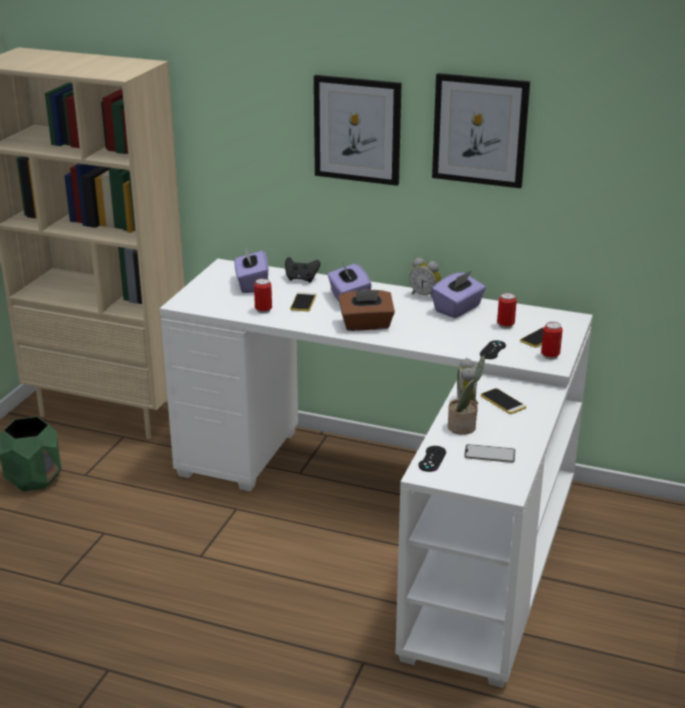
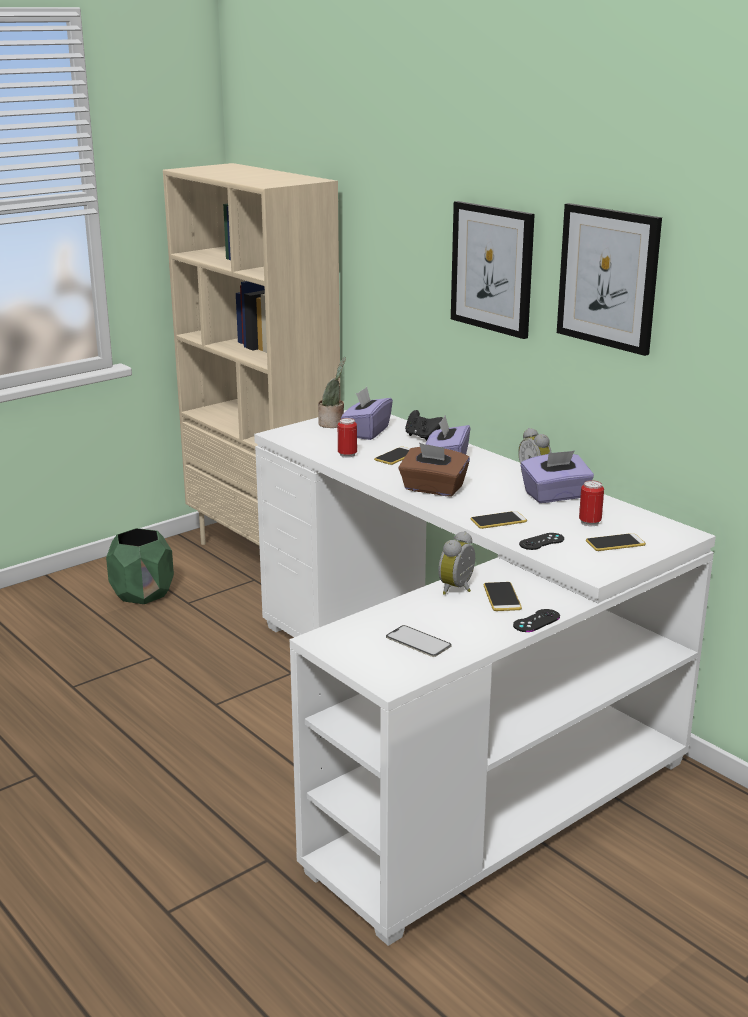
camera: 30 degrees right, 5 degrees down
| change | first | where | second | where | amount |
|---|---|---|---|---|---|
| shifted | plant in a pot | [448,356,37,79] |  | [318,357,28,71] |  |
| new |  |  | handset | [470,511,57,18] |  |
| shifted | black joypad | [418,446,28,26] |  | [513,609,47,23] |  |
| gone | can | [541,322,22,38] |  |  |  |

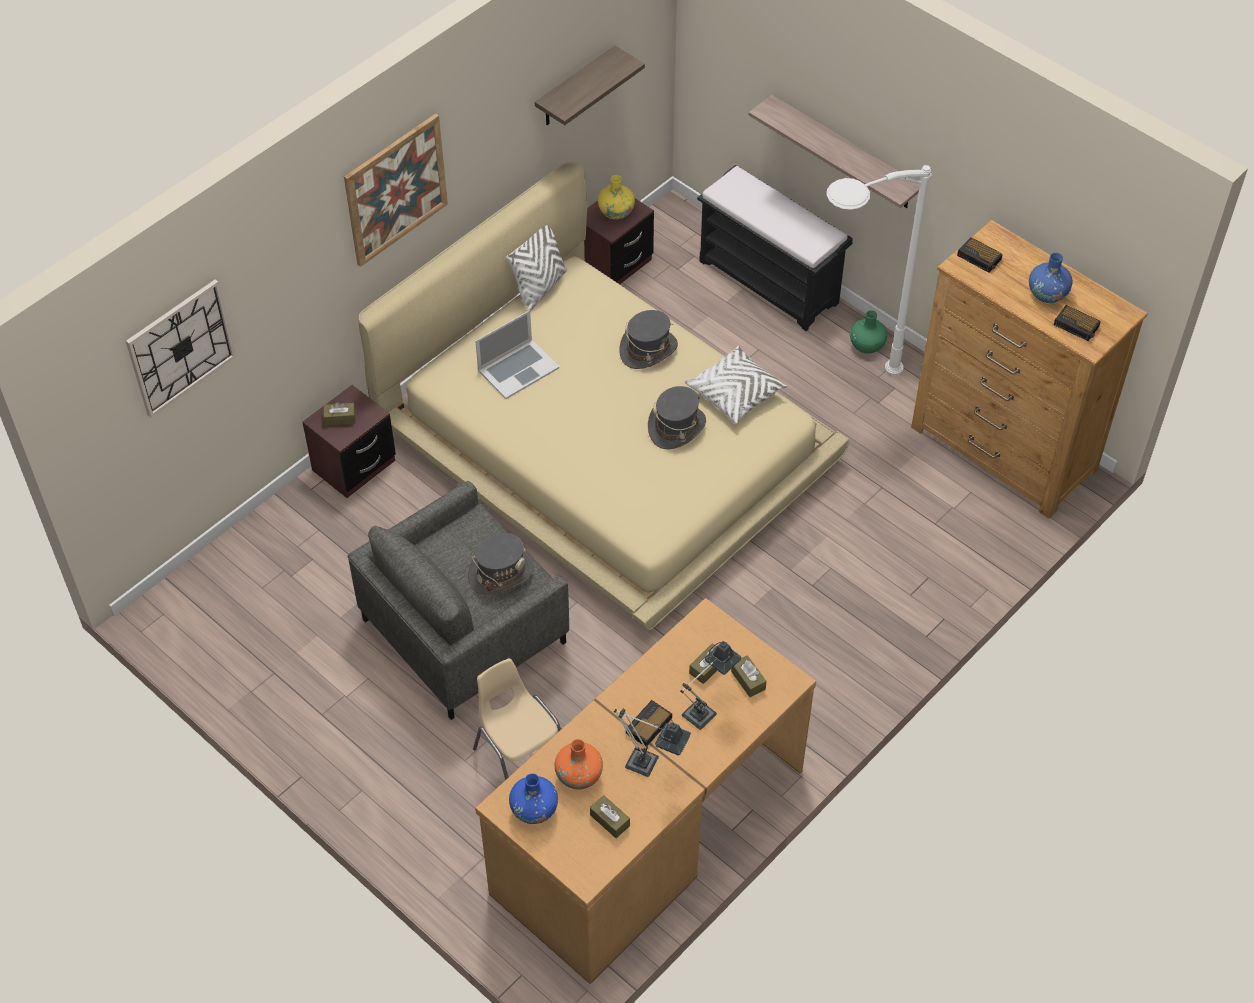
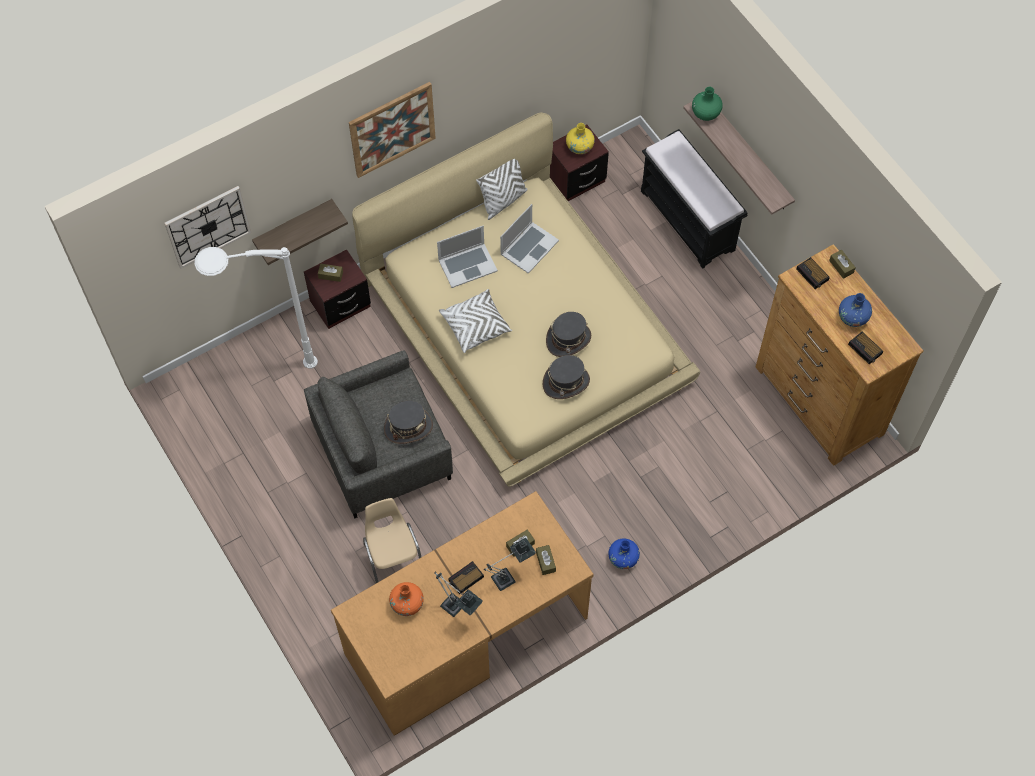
camera: 15 degrees right, 10 degrees up
| change | first | where | second | where | amount |
|---|---|---|---|---|---|
| shifted | whitish floor lamp | [827,165,104,210] |  | [194,247,124,122] |  |
| shifted | wall shelf | [535,46,110,79] |  | [252,199,96,66] |  |
| shifted | whitish pillow | [685,346,102,78] |  | [439,289,73,64] |  |
| new |  |  | notebook computer | [500,204,59,70] |  |
| shifted | greyish clothing hat | [619,310,59,59] |  | [543,355,47,44] |  |
| shifted | blue flower vase | [509,773,49,51] |  | [608,538,32,31] |  |
| shifted | green flower vase | [850,310,37,44] |  | [692,87,31,34] |  |
| shifted | brown-coloured tissue box | [590,795,40,43] |  | [829,250,27,29] |  |

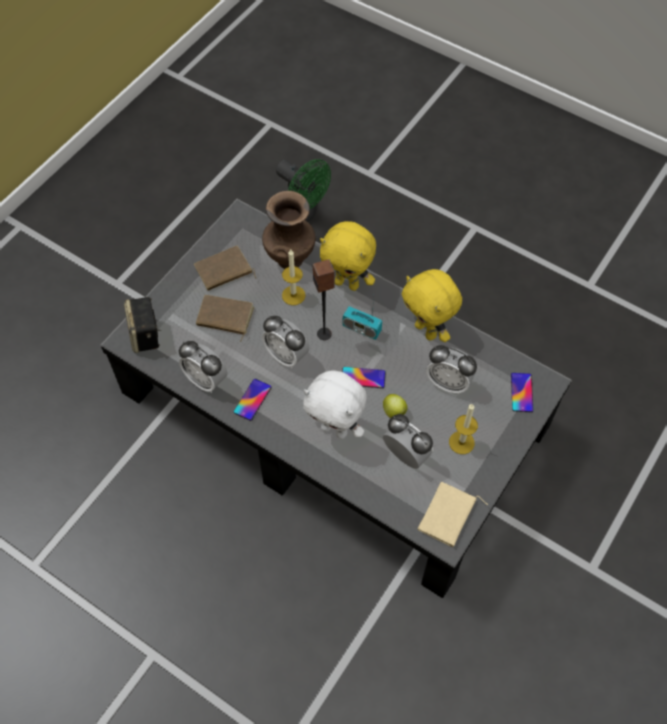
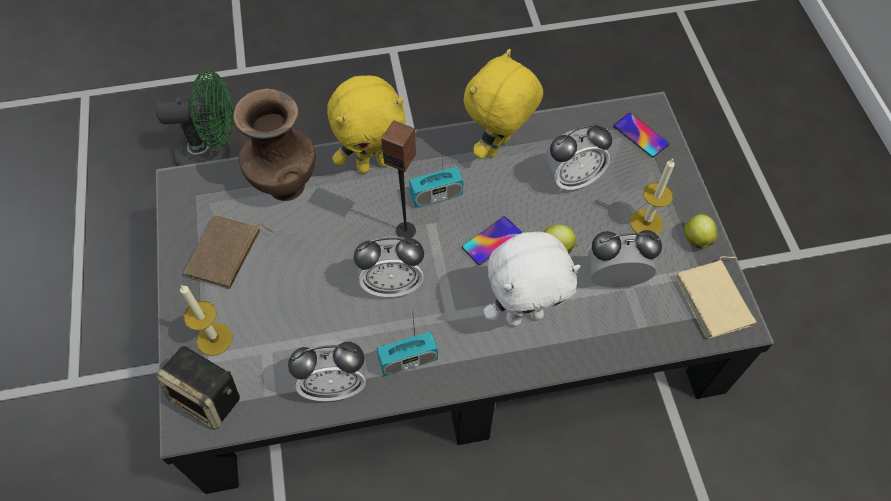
camera: 45 degrees left, 0 degrees up
| change | first | where | second | where | amount |
|---|---|---|---|---|---|
| shifted | wax candle | [282,250,23,55] |  | [180,284,53,72] |  |
| swapped | handset | [233,379,39,42] | radio | [377,310,61,66] |  |
| rotated | yellow plush toy | [402,269,60,73] |  | [464,49,79,110] | 120 degrees clockwise |
| new |  |  | apple | [684,214,34,35] |  |
| gone | brown-coloured book | [196,295,58,47] |  |  |  |

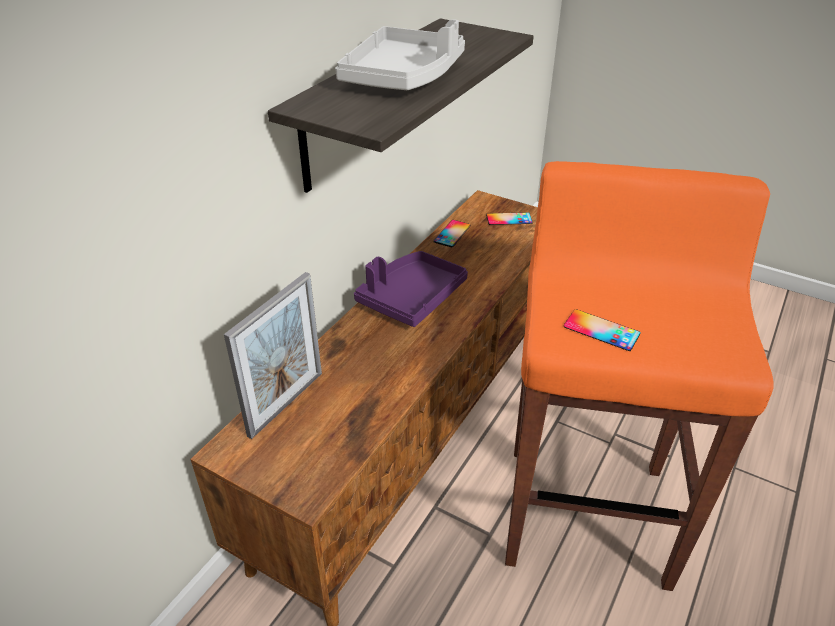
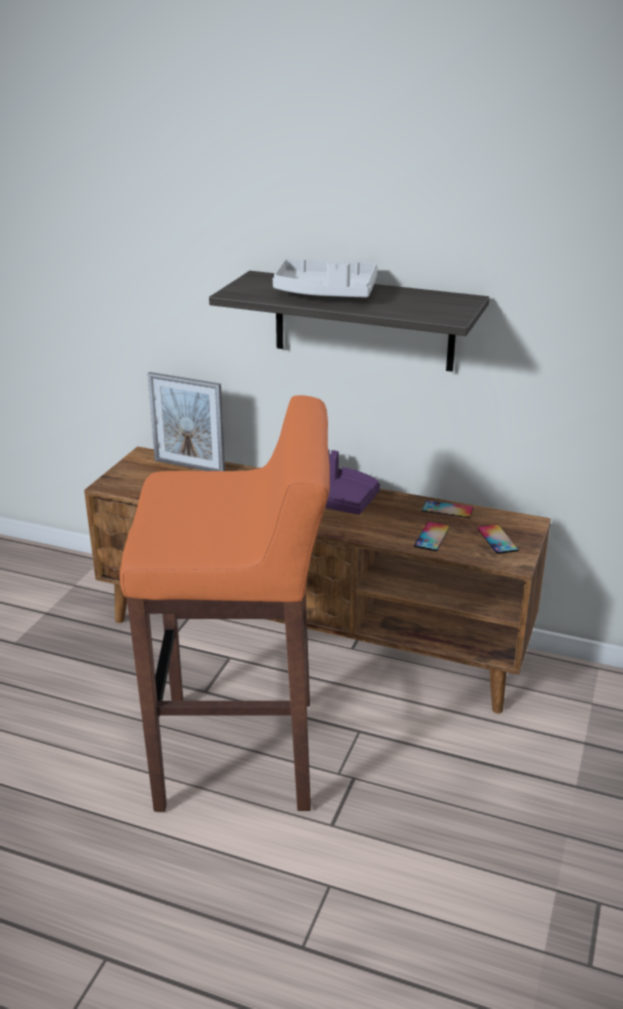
camera: 80 degrees right, 10 degrees down
| change | first | where | second | where | amount |
|---|---|---|---|---|---|
| shifted | handset | [564,309,77,42] |  | [414,522,36,29] |  |

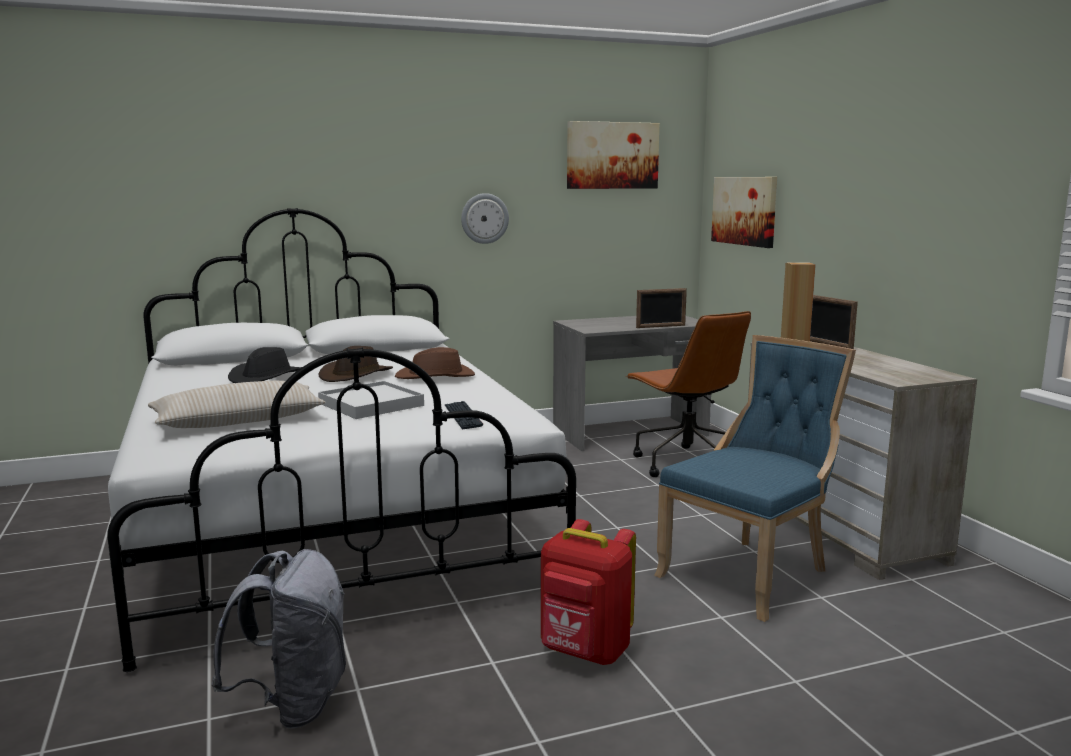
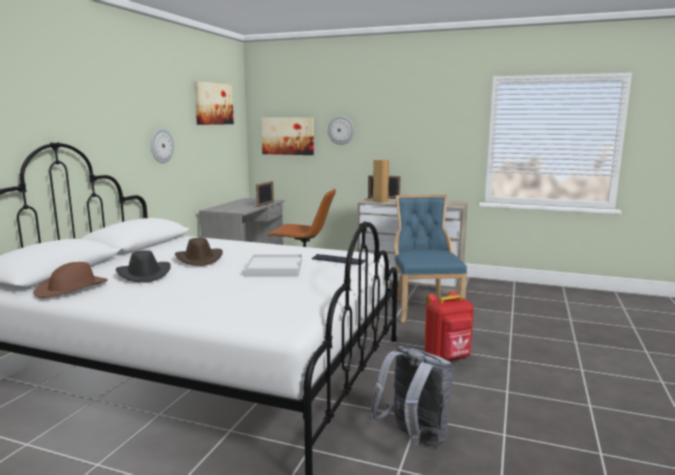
camera: 50 degrees left, 0 degrees up
| change | first | where | second | where | amount |
|---|---|---|---|---|---|
| shifted | brown-coloured clothing hat | [395,347,80,32] |  | [33,262,75,36] |  |
| new |  |  | hanging clock | [328,116,26,29] |  |
| gone | sand-coloured pillow | [148,381,178,47] |  |  |  |

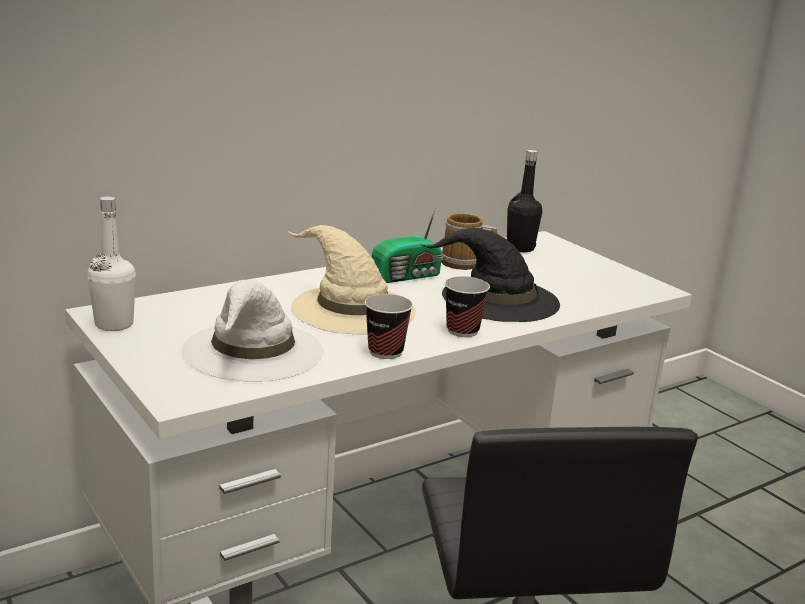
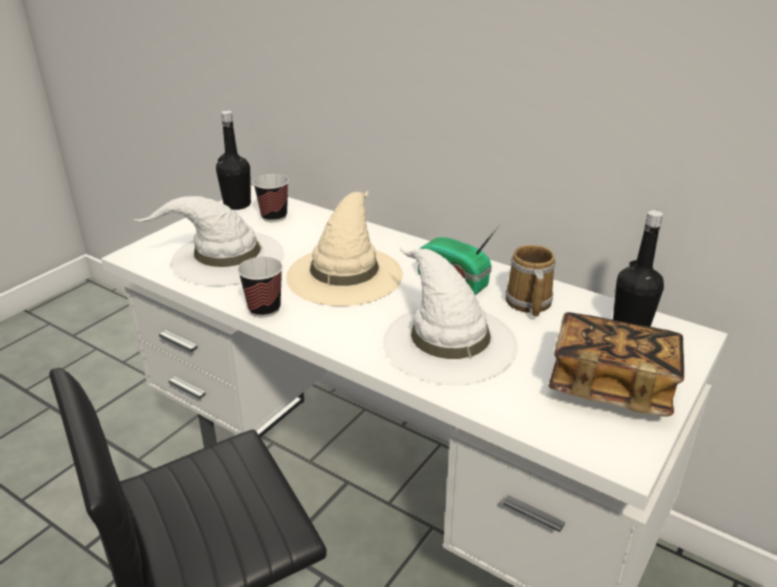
camera: 70 degrees right, 10 degrees up
| change | first | where | second | where | amount |
|---|---|---|---|---|---|
| repainted | whitish drink bottle | [87,196,49,135] | black drink bottle | [216,111,35,99] |  |
| shifted | cup | [445,276,45,61] |  | [253,174,36,48] |  |
| repainted | black clothing hat | [422,228,138,94] | whitish clothing hat | [383,247,135,138] |  |
| new |  |  | book | [548,312,136,104] |  |

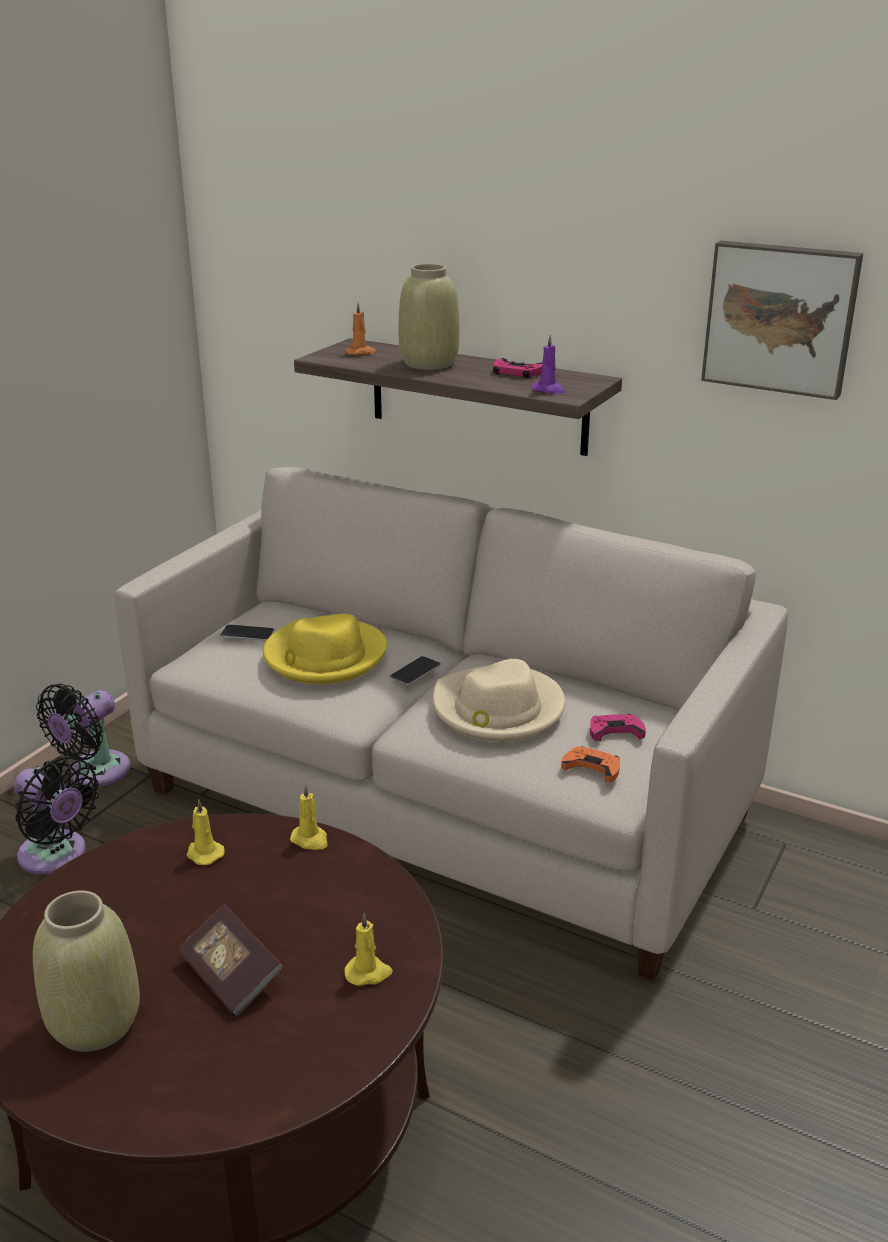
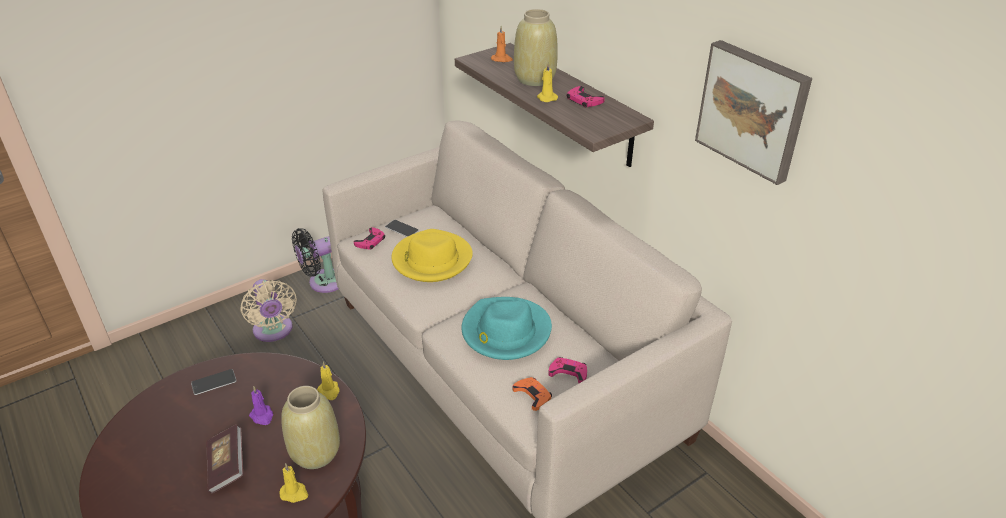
camera: 25 degrees right, 10 degrees up
| change | first | where | second | where | amount |
|---|---|---|---|---|---|
| shifted | handset | [389,656,52,29] |  | [191,369,45,26] |  |
| repainted | black cooling fan | [14,757,85,118] | sand-coloured cooling fan | [240,279,57,63] |  |
| shifted | purplish wax candle | [532,334,33,60] |  | [249,386,24,39] |  |
| shifted | sand-coloured flower vase | [33,890,107,162] |  | [281,386,59,83] |  |
| new |  |  | pink-coloured joypad | [354,227,31,23] |  |
| repainted | sand-coloured clothing hat | [433,659,132,83] | blue-green clothing hat | [462,297,90,63] |  |
| shifted | yellow wax candle | [186,799,39,66] |  | [537,62,21,40] |  |

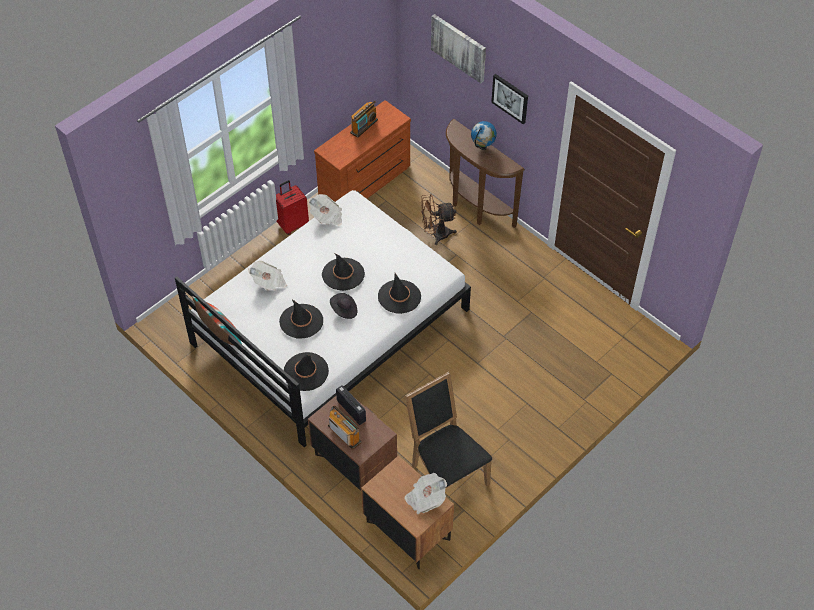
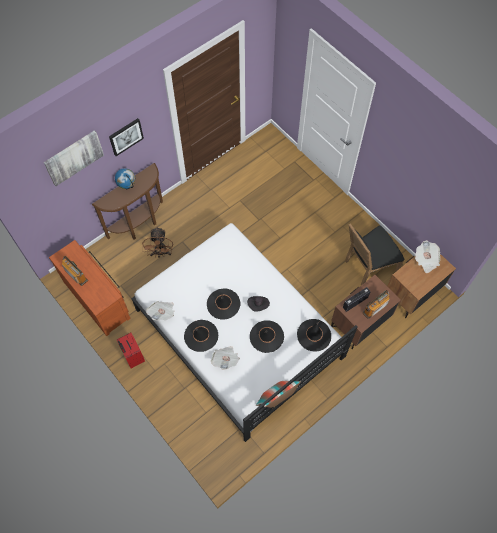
camera: 85 degrees left, 10 degrees up
| change | first | where | second | where | amount |
|---|---|---|---|---|---|
| shifted | black clothing hat | [378,273,43,41] |  | [184,320,34,32] |  |

